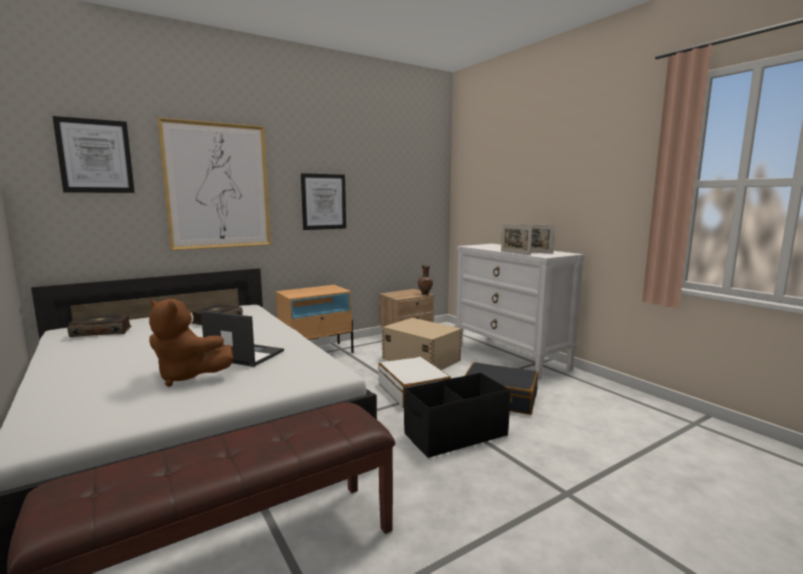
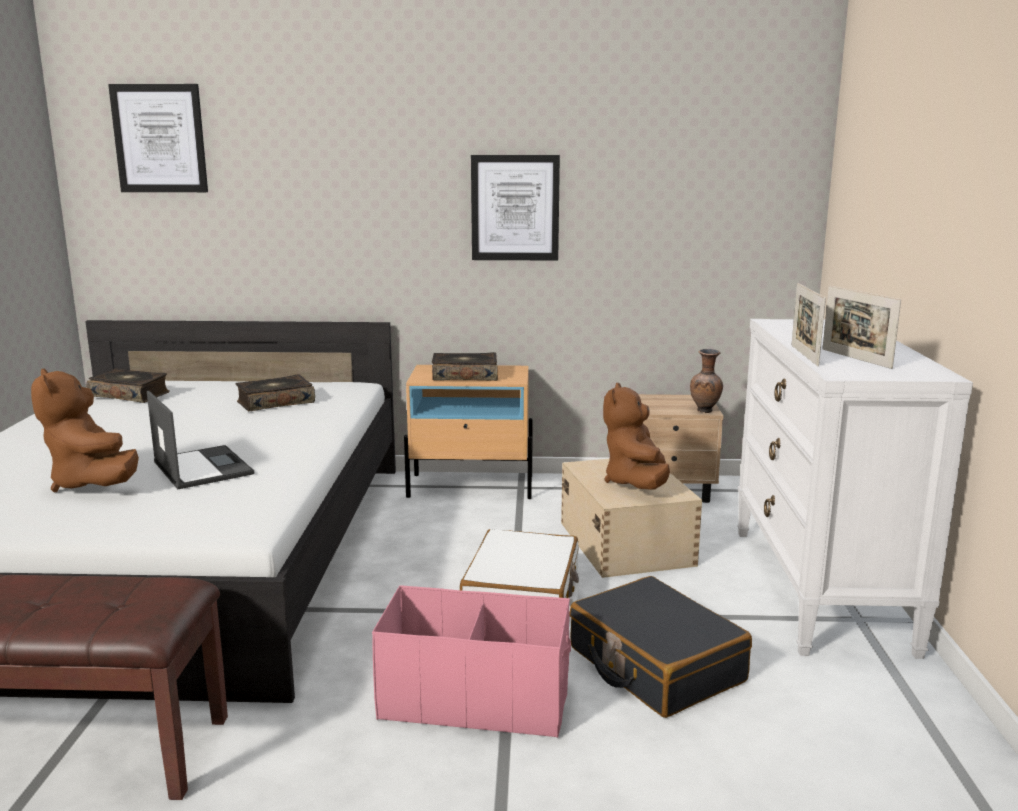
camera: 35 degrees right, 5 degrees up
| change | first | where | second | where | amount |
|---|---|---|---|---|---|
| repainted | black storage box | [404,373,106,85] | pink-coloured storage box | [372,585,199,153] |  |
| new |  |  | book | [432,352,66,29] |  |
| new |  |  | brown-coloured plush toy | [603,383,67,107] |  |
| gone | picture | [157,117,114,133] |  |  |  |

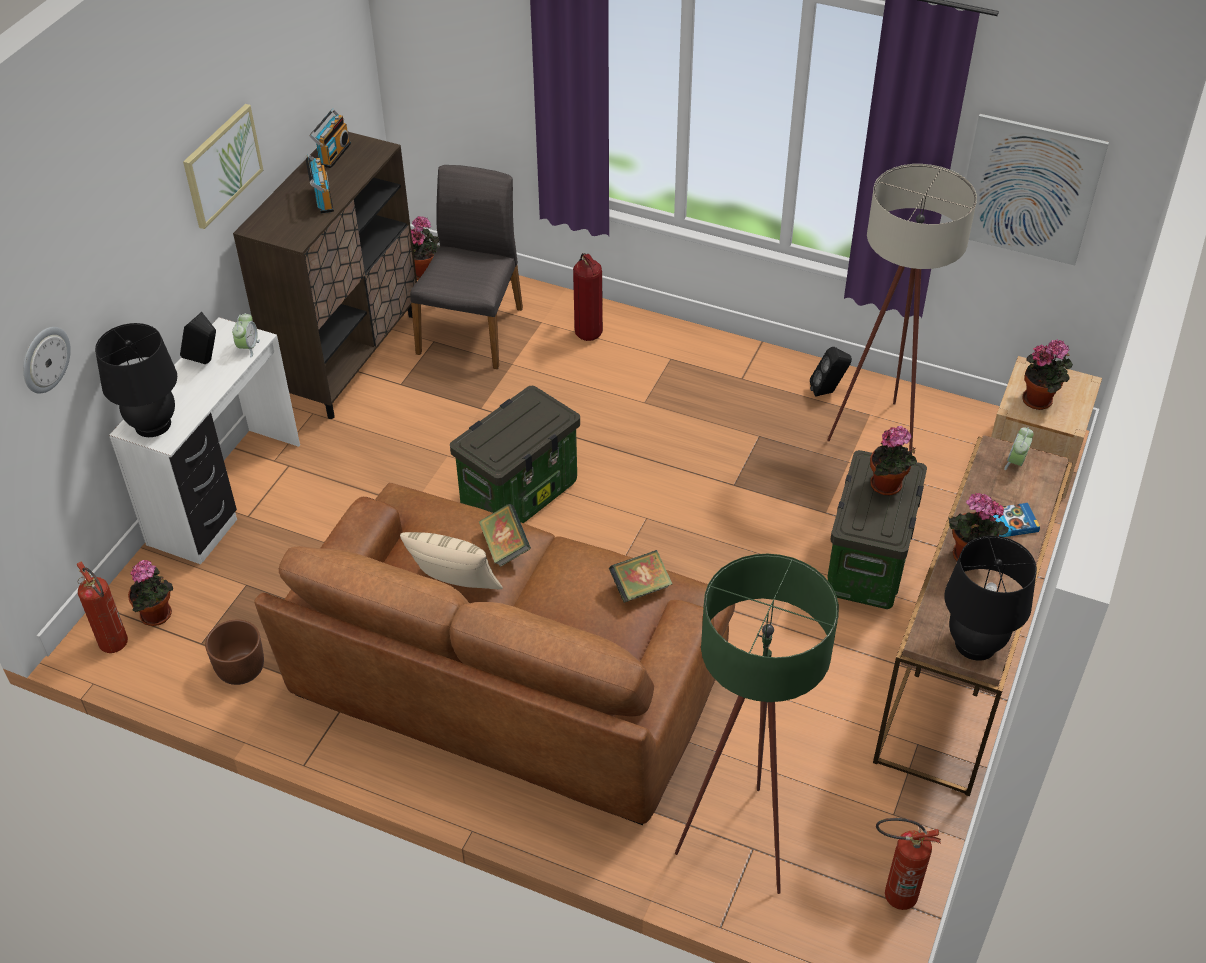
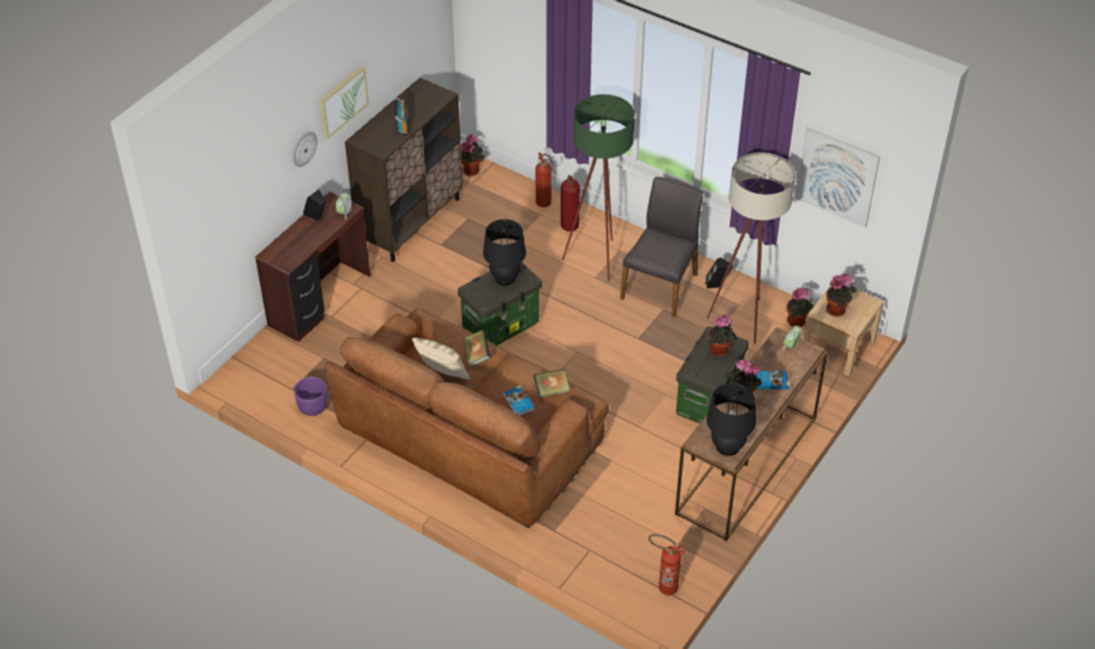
camera: 10 degrees right, 0 degrees up
| change | first | where | second | where | amount |
|---|---|---|---|---|---|
| repainted | whitish desk unit | [109,317,191,247] | brown-coloured desk unit | [255,192,116,150] |  |
| shifted | hanging clock | [23,327,48,67] |  | [292,131,26,36] |  |
| repainted | brown-coloured flower pot | [205,620,59,65] | purplish flower pot | [294,377,33,39] |  |
| shifted | black tabletop lamp | [95,323,82,114] |  | [483,219,43,66] |  |
| new |  |  | book | [503,386,32,29] |  |
| shifted | fire extinguisher | [77,562,51,91] |  | [536,152,17,55] |  |
| shifted | green floor lamp | [675,554,164,340] |  | [562,94,73,188] |  |
| shifted | greyish plain chair | [410,165,113,204] |  | [620,177,83,140] |  |
| shifted | plant in a pot | [128,560,45,66] |  | [787,287,27,40] |  |
| gone | radio | [309,109,42,59] |  |  |  |

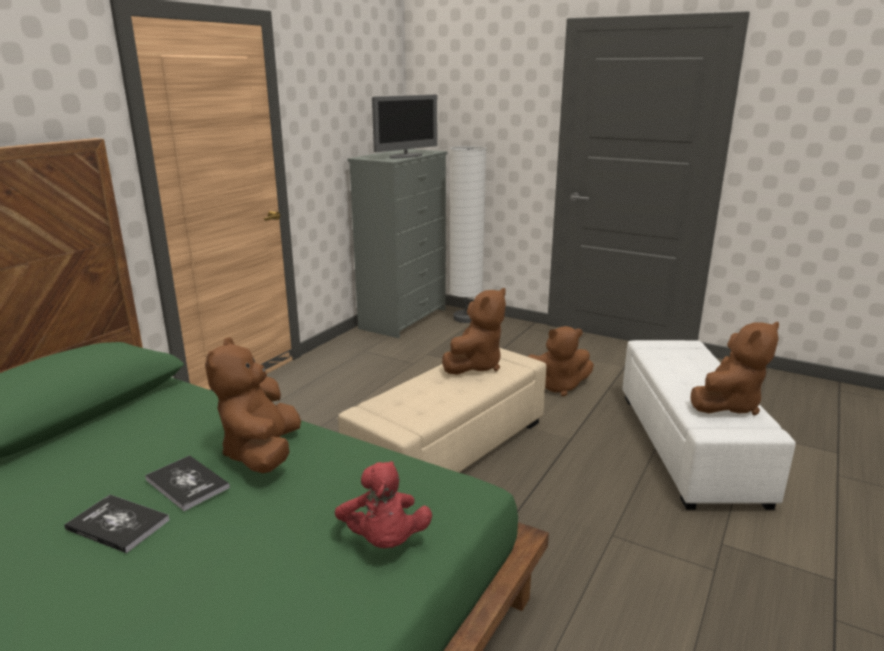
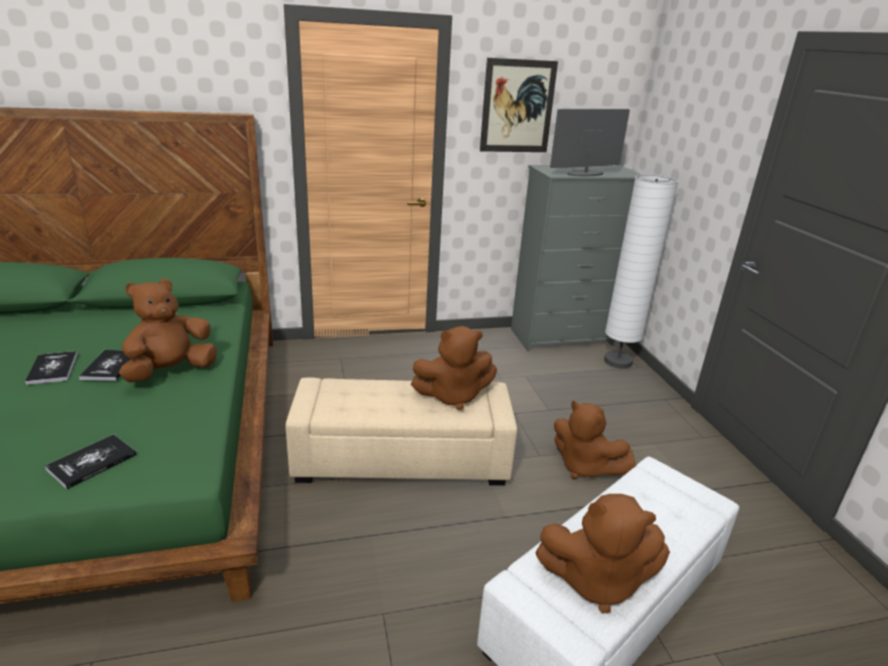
camera: 45 degrees right, 5 degrees up
| change | first | where | second | where | amount |
|---|---|---|---|---|---|
| swapped | red plush toy | [335,461,97,87] | book | [45,434,92,55] |  |
| new |  |  | picture | [480,58,78,94] |  |
| rotated | computer screen | [372,95,65,63] |  | [550,109,80,67] | 150 degrees clockwise |

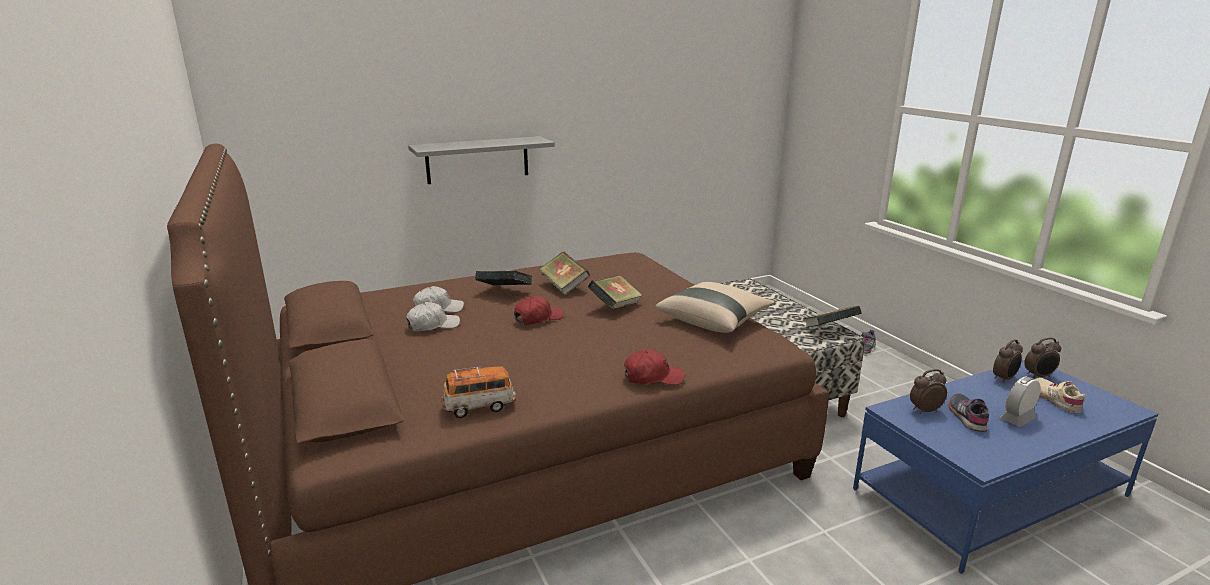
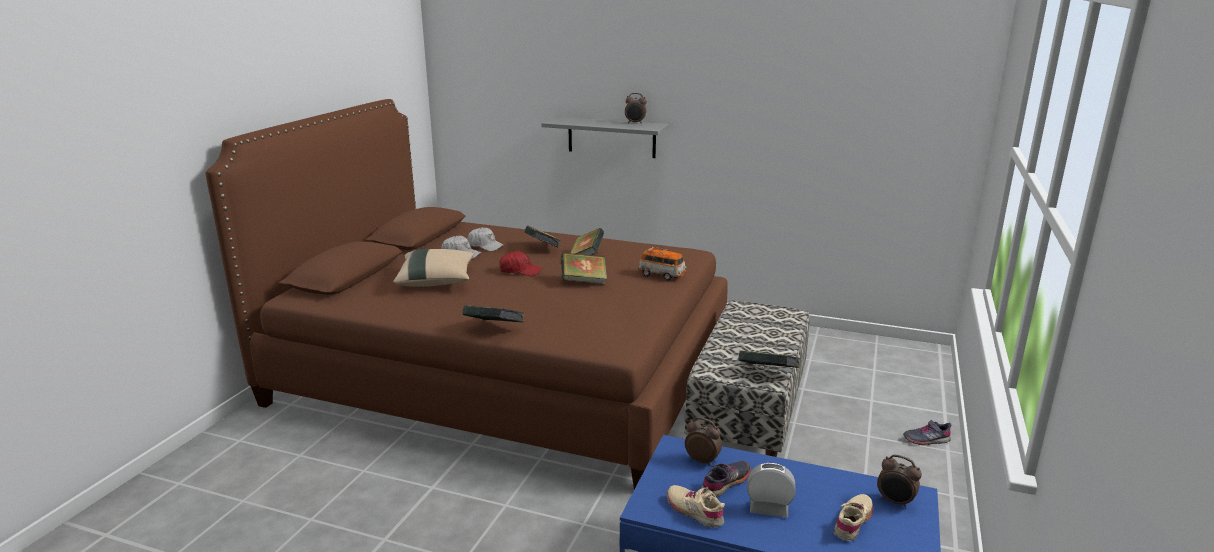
camera: 45 degrees right, 0 degrees up
| change | first | where | second | where | amount |
|---|---|---|---|---|---|
| shifted | sand-coloured pillow | [656,282,118,51] |  | [393,249,81,38] |  |
| swapped | red baseball cap | [624,349,61,36] | book | [462,305,63,17] |  |
| shifted | table clock | [993,339,30,44] |  | [625,93,22,31] |  |
| shifted | model car | [441,366,75,52] |  | [638,247,48,33] |  |
| new |  |  | sand-coloured low shoe | [666,485,59,43] |  |

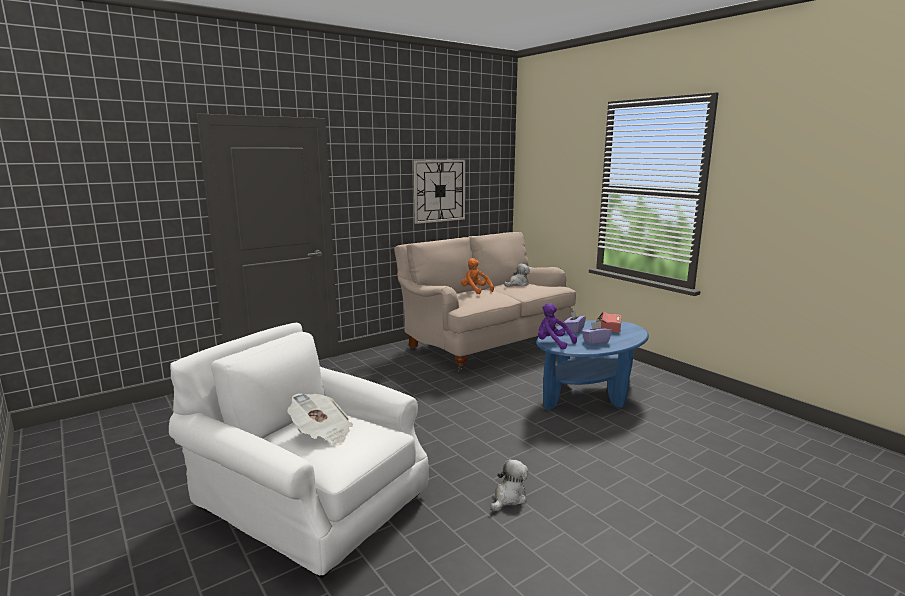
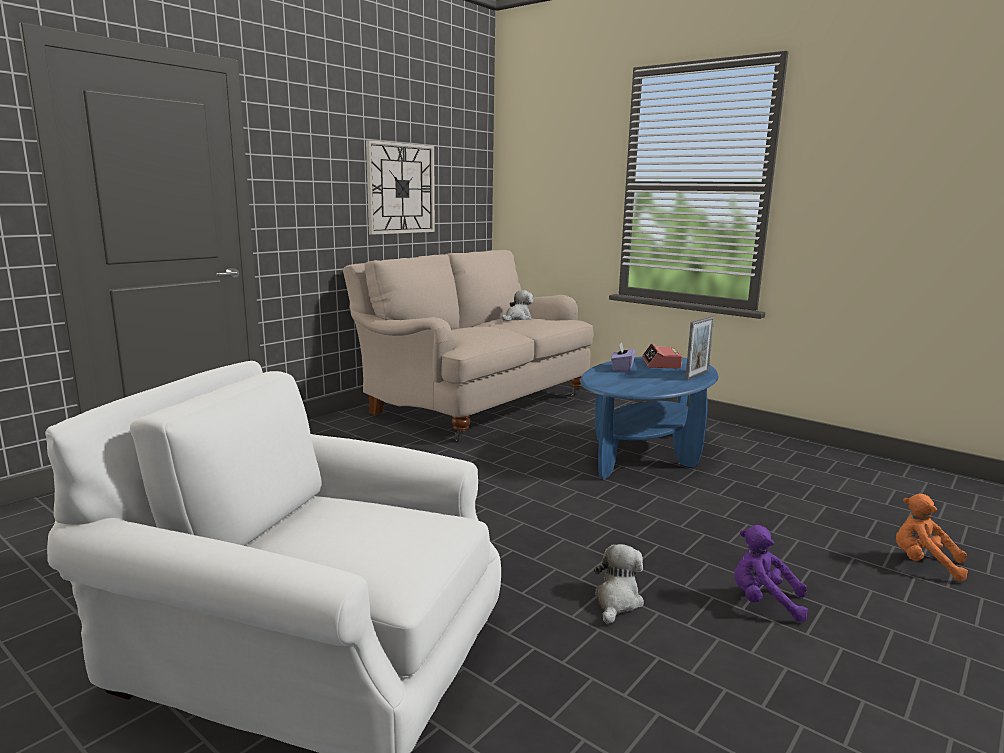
camera: 15 degrees left, 0 degrees up
| change | first | where | second | where | amount |
|---|---|---|---|---|---|
| new |  |  | standing frame | [685,316,29,64] |  |
| shifted | purplish plush toy | [538,303,39,46] |  | [734,525,74,97] |  |
| shifted | orangey plush toy | [461,258,33,36] |  | [896,494,72,87] |  |
| gone | newspaper | [287,393,66,52] |  |  |  |
| gone | purplish tissue box | [582,322,30,23] |  |  |  |

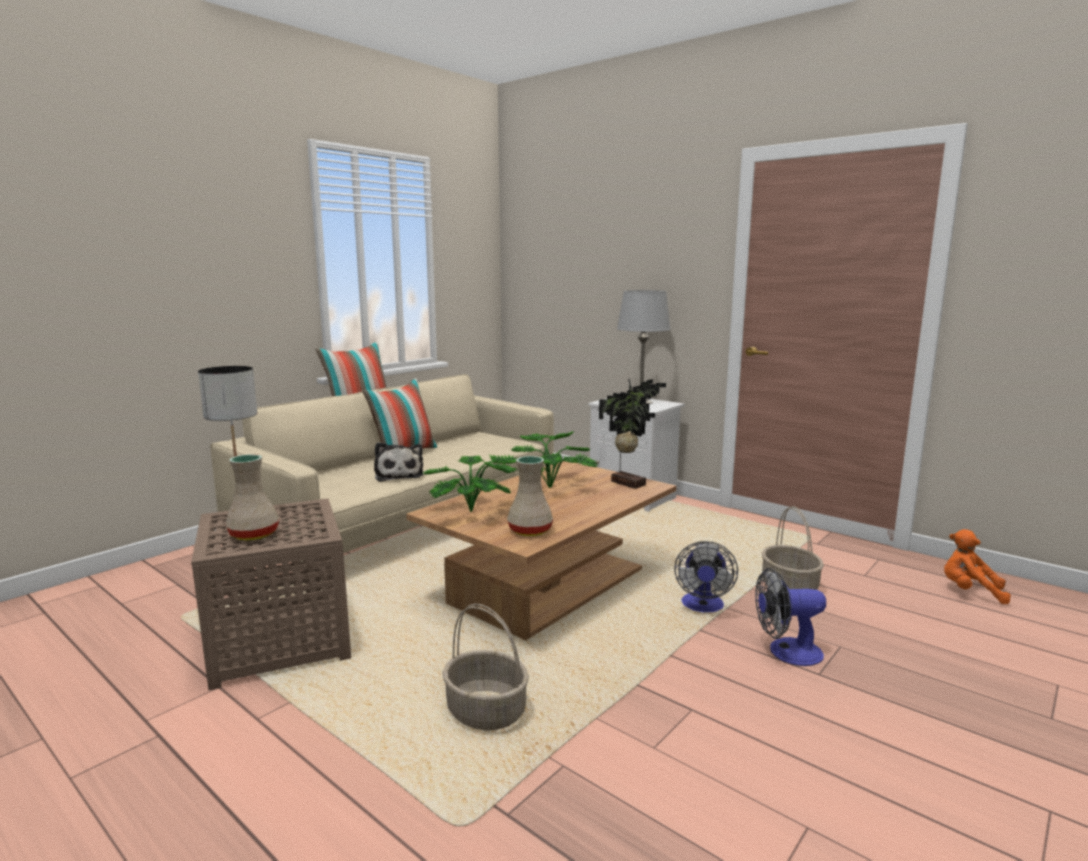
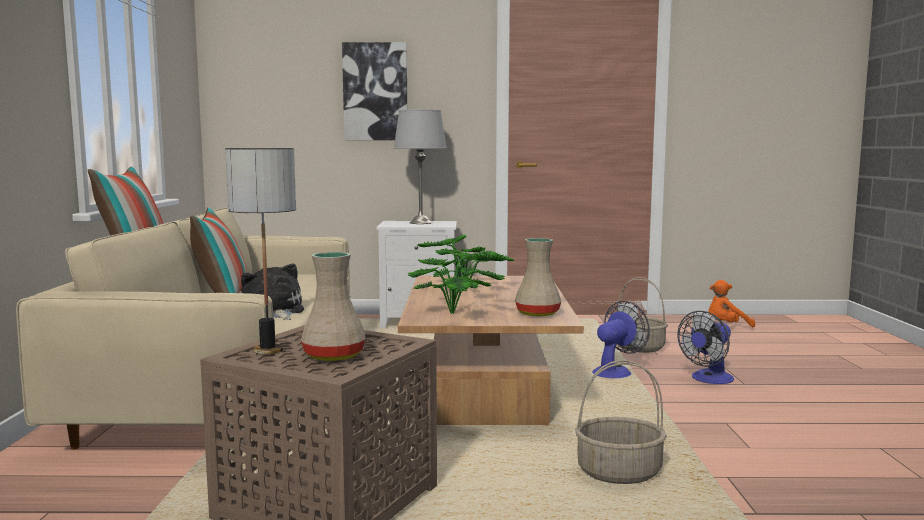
camera: 40 degrees left, 5 degrees down
| change | first | where | second | where | amount |
|---|---|---|---|---|---|
| rotated | plush toy | [374,442,50,40] |  | [241,263,63,57] | 150 degrees counterclockwise |
| new |  |  | picture | [342,42,65,98] |  |
| rotated | cooling fan | [674,541,64,71] |  | [592,301,58,77] | 105 degrees counterclockwise |
| gone | plant in a pot | [599,379,67,110] |  |  |  |

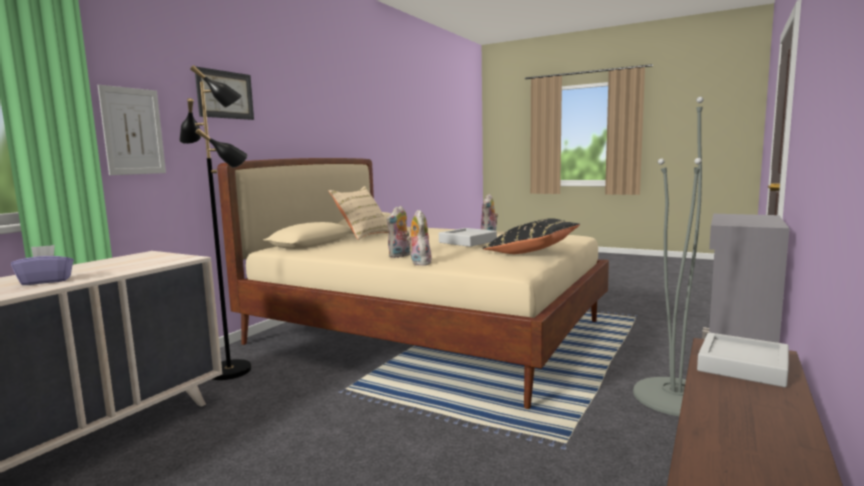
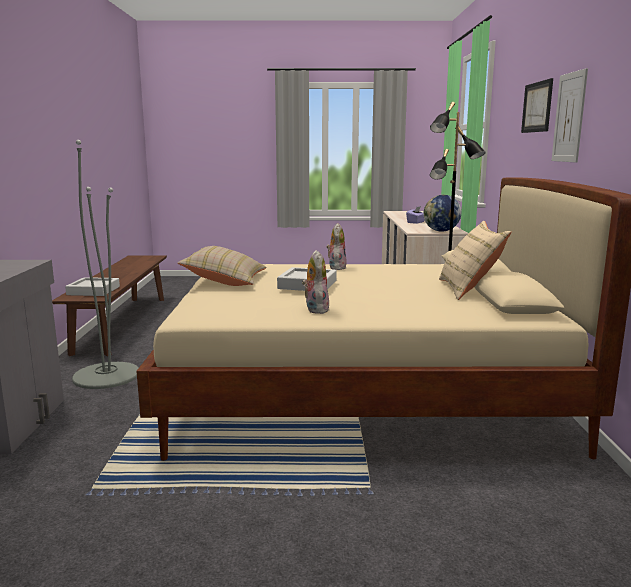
camera: 150 degrees right, 5 degrees up
| change | first | where | second | where | amount |
|---|---|---|---|---|---|
| repainted | black pillow | [483,218,97,36] | sand-coloured pillow | [178,246,88,40] |  |
| new |  |  | globe | [423,195,38,37] |  |
| shifted | picture | [98,85,68,90] |  | [551,68,37,95] |  |
| gone | plush toy | [407,210,25,55] |  |  |  |

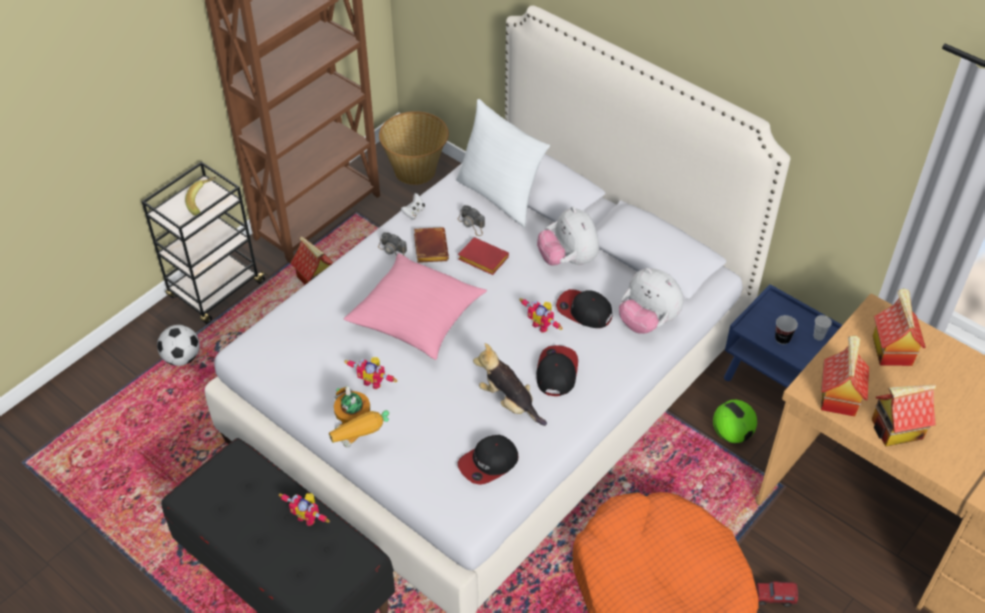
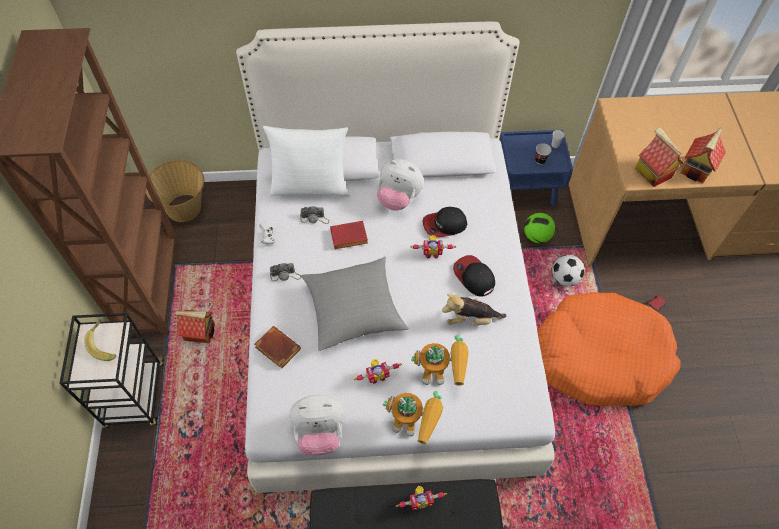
camera: 45 degrees left, 10 degrees up
| change | first | where | second | where | amount |
|---|---|---|---|---|---|
| shifted | brown-coloured book | [414,227,35,36] |  | [254,326,47,43] |  |
| shifted | plush toy | [619,268,65,66] |  | [289,395,56,61] |  |
| repainted | pink-coloured pillow | [344,253,143,107] | greyish pillow | [301,257,108,94] |  |
| new |  |  | toy robot | [411,335,57,51] |  |
| shifted | ball for football | [157,325,43,41] |  | [552,255,33,31] |  |
| gone | baseball cap | [457,435,61,50] |  |  |  |
| gone | toy house | [873,288,53,78] |  |  |  |

